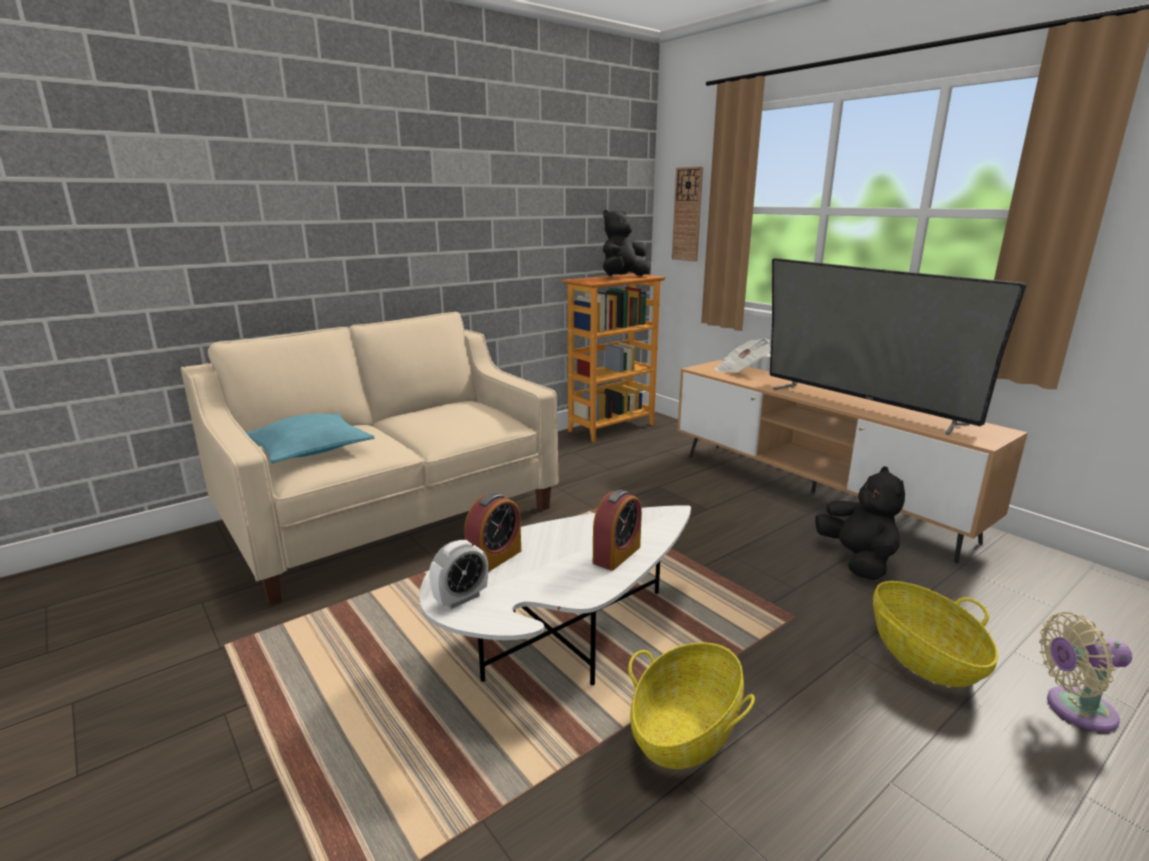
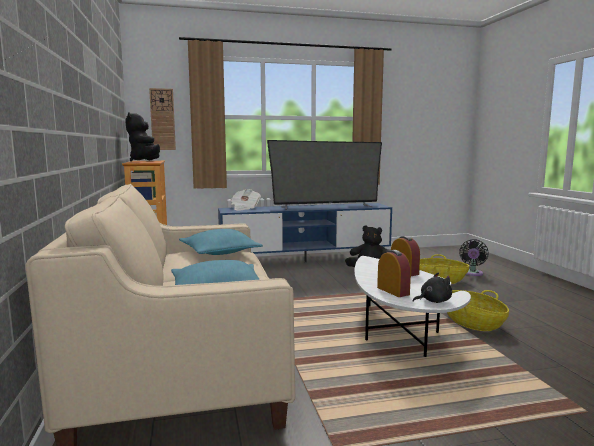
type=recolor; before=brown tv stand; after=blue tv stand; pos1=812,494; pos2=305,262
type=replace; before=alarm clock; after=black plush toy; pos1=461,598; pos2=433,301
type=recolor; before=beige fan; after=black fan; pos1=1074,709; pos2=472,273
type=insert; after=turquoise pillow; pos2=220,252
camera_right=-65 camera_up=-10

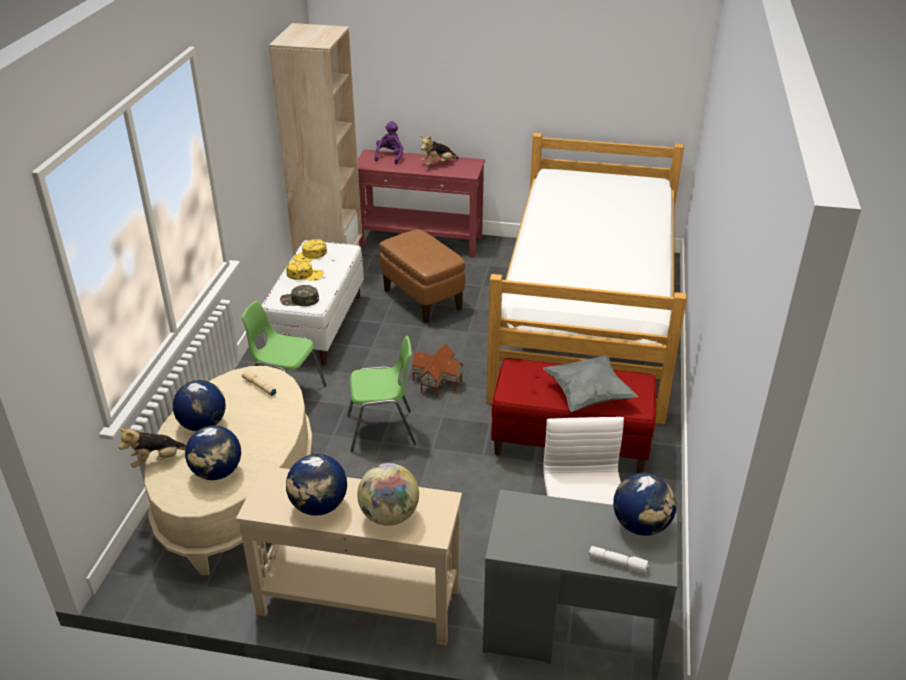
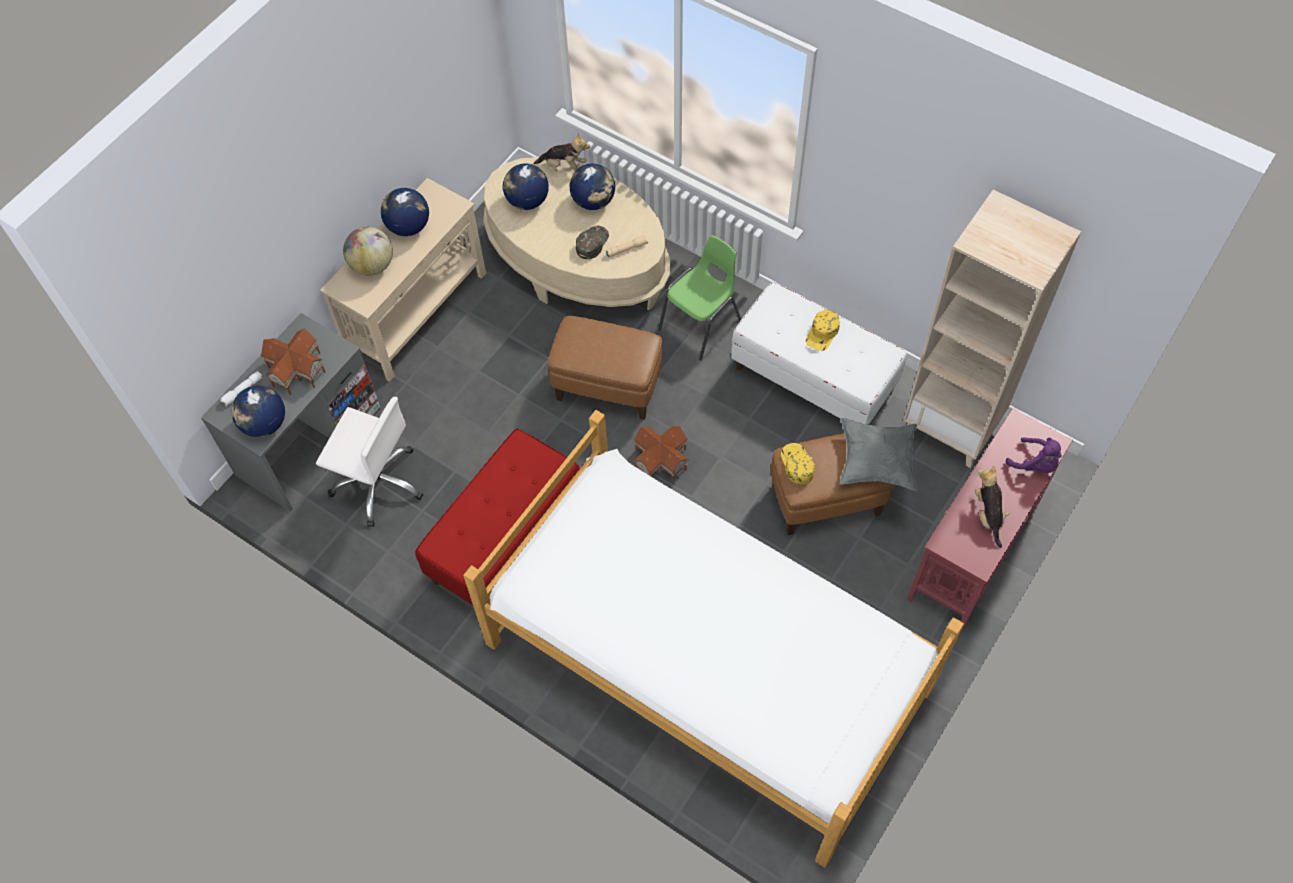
type=move; before=yellow cap; pos1=310,255; pos2=796,464
type=move; before=green cap; pos1=299,300; pos2=591,243
type=replace; before=green chair; after=brown ottoman; pos1=382,430; pos2=607,387
type=move; before=grey pillow; pos1=588,395; pos2=876,462
type=rotate; before=plush toy; pos1=157,460; pos2=564,167; turn=105
type=insert; after=toy house; pos2=298,369
camera_right=115 camera_up=25

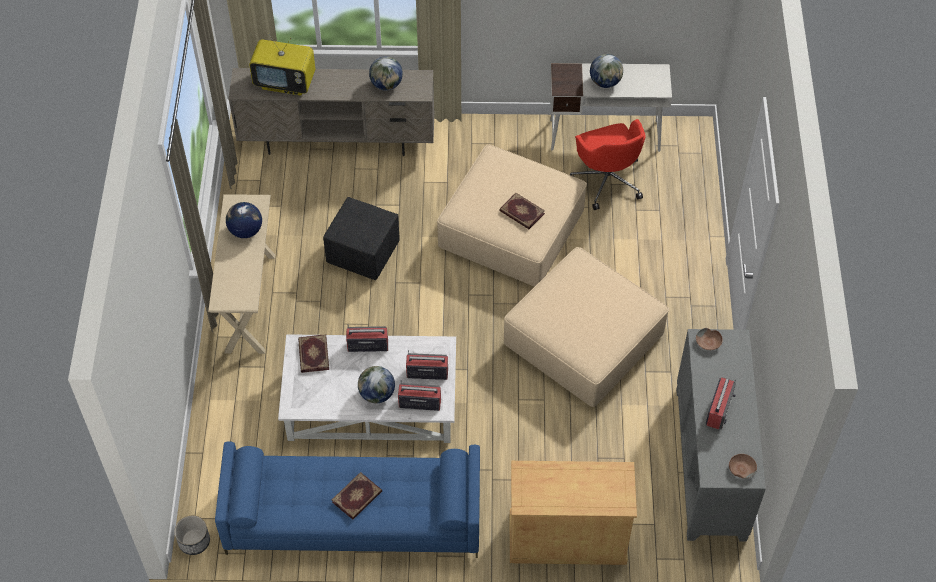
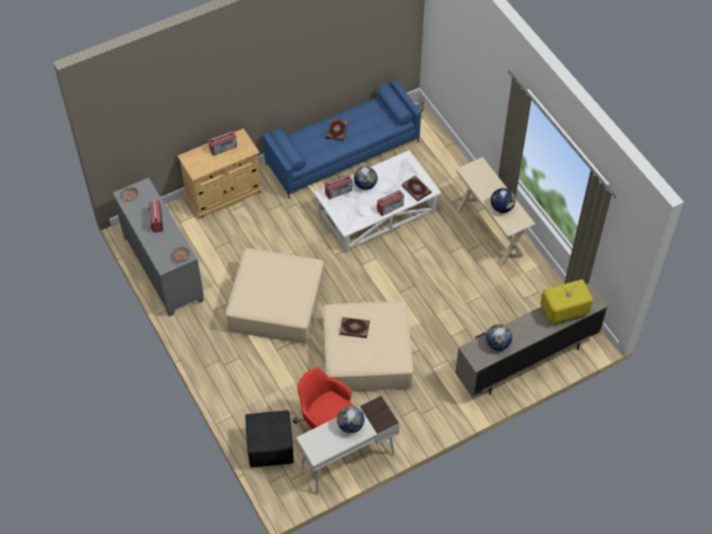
type=move; before=black ottoman; pos1=363,253; pos2=271,448
type=move; before=radio; pos1=426,373; pos2=224,148
camera_right=150 camera_up=0

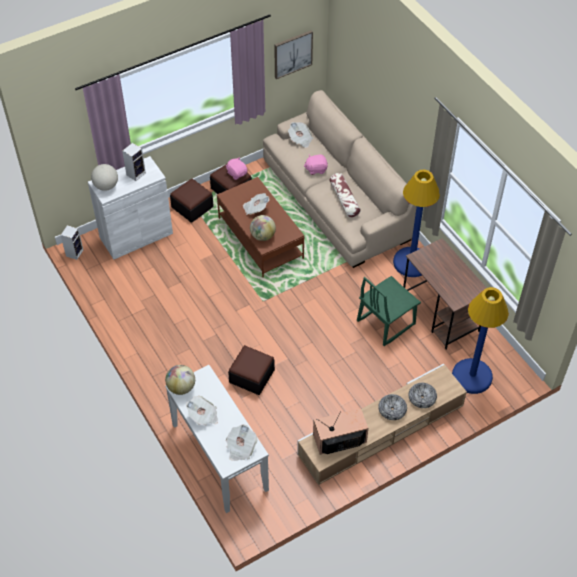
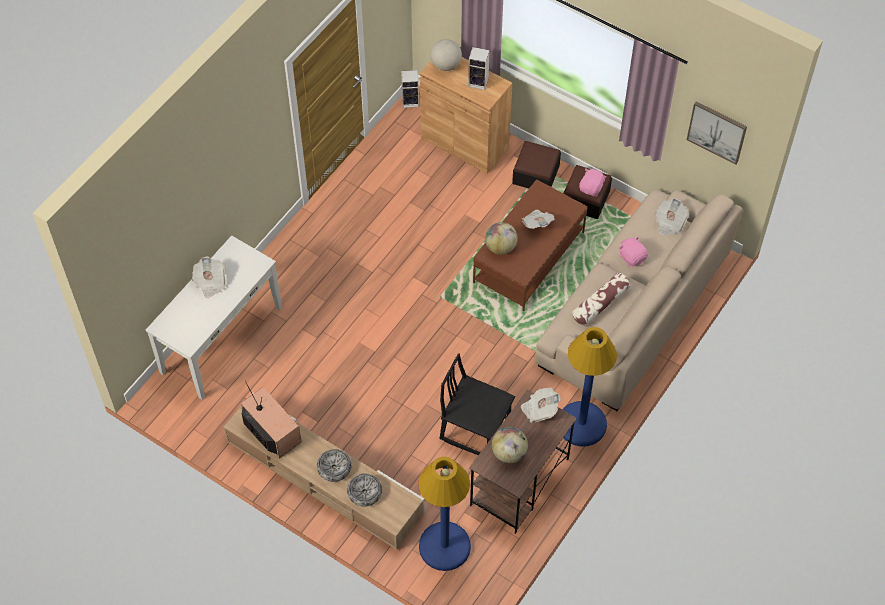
type=recolor; before=white cabinet; after=brown cabinet; pos1=136,235; pos2=464,143
type=recolor; before=green chair; after=black chair; pos1=385,322; pos2=475,428
type=delete; before=ottoman; pos1=252,376
type=move; before=globe; pos1=181,387; pos2=509,453
type=move; before=newspaper; pos1=240,448; pos2=539,409
camera_right=65 camera_up=5

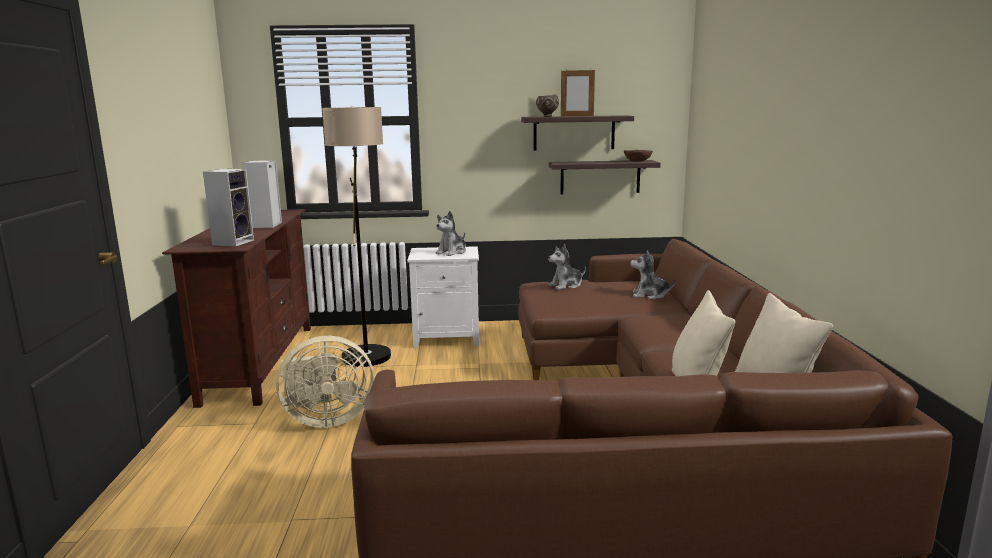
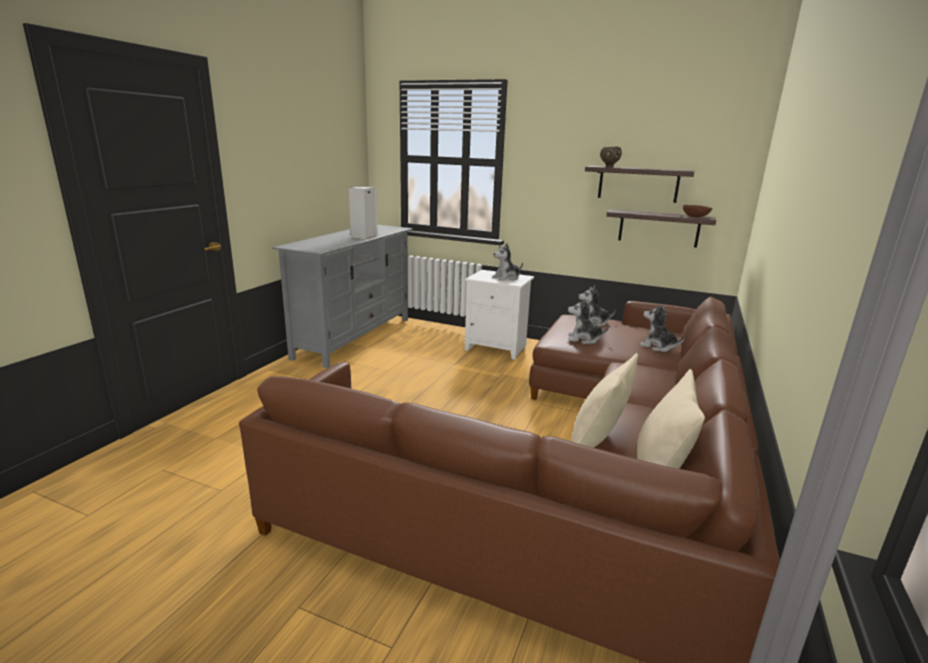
type=delete; before=picture frame; pos1=577,116
type=delete; before=floor lamp; pos1=367,350
type=delete; before=speaker; pos1=233,242
type=recolor; before=brown tv stand; after=grey tv stand; pos1=259,362; pos2=354,337
type=delete; before=beige fan; pos1=325,420
type=insert; after=plush toy; pos2=584,339
camera_right=25 camera_up=5

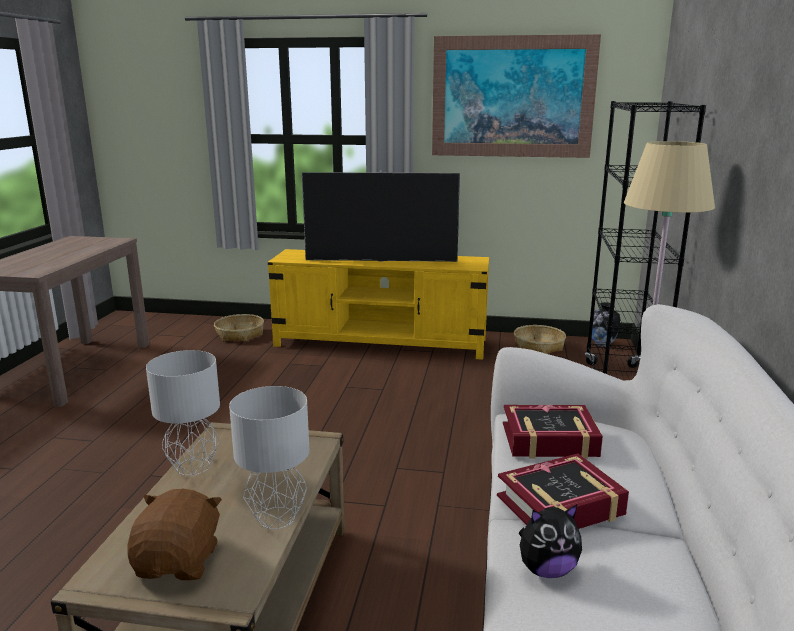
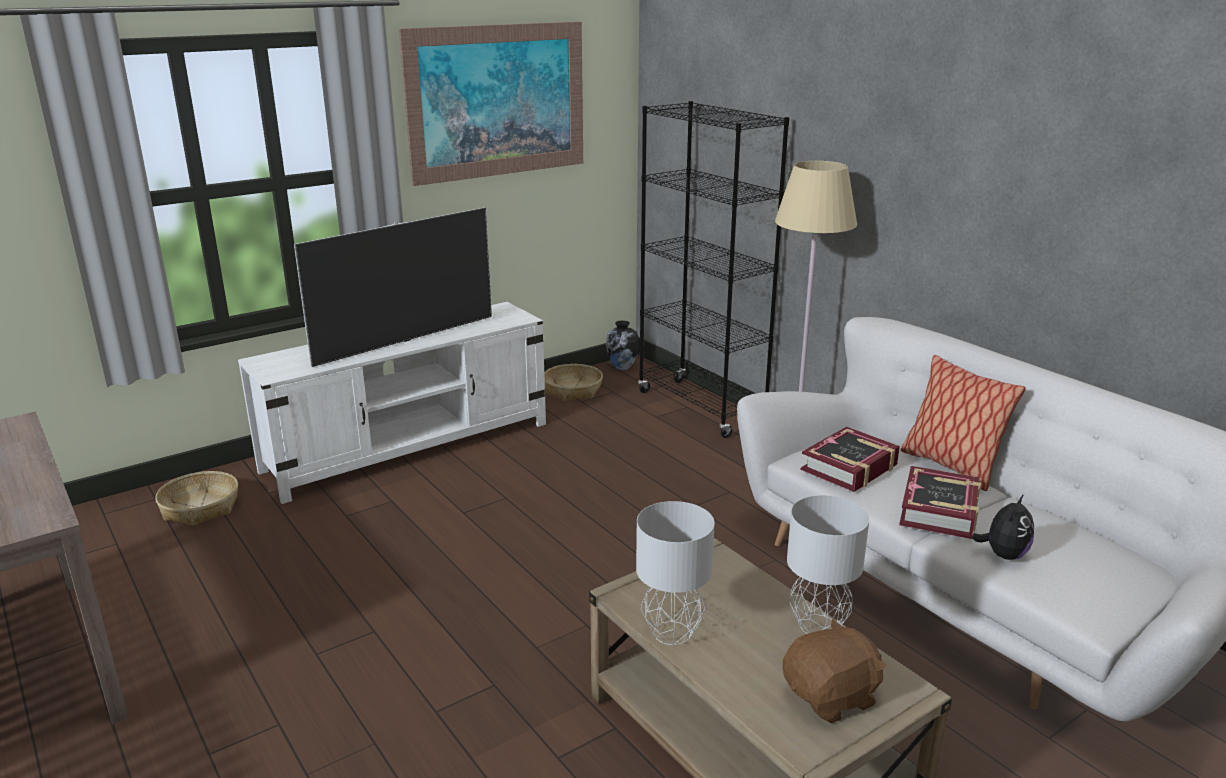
type=recolor; before=yellow tv stand; after=white tv stand; pos1=381,343; pos2=410,447
type=rotate; before=brown plush toy; pos1=179,562; pos2=831,697; turn=105
type=insert; after=pillow; pos2=950,466
camera_right=-45 camera_up=5

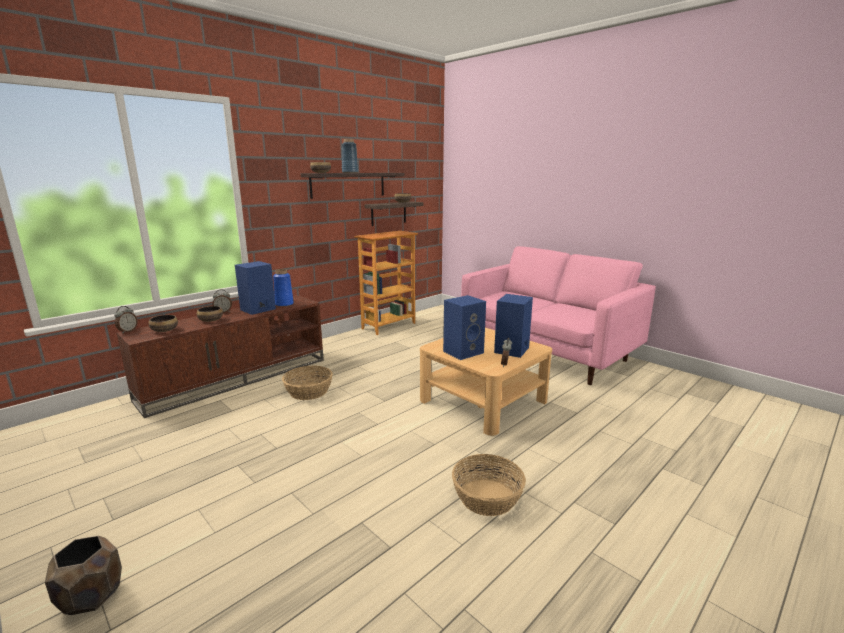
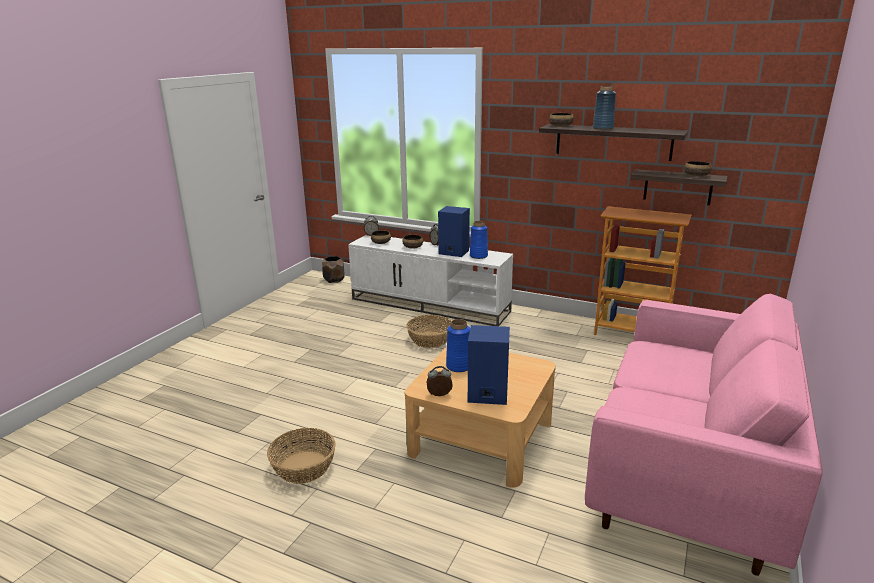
type=replace; before=blue speaker; after=blue vase; pos1=463,351; pos2=459,366
type=recolor; before=brown tv stand; after=white tv stand; pos1=237,378; pos2=430,305
type=move; before=brown planter; pos1=91,596; pos2=334,280
camera_right=70 camera_up=5

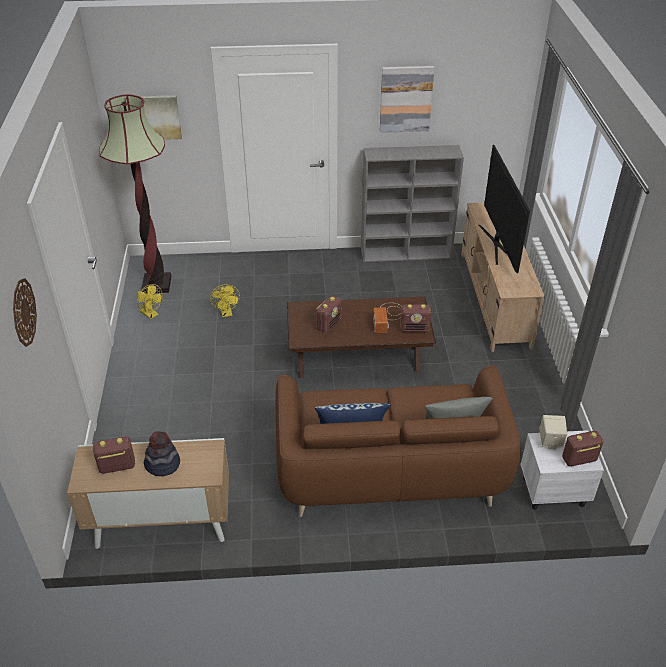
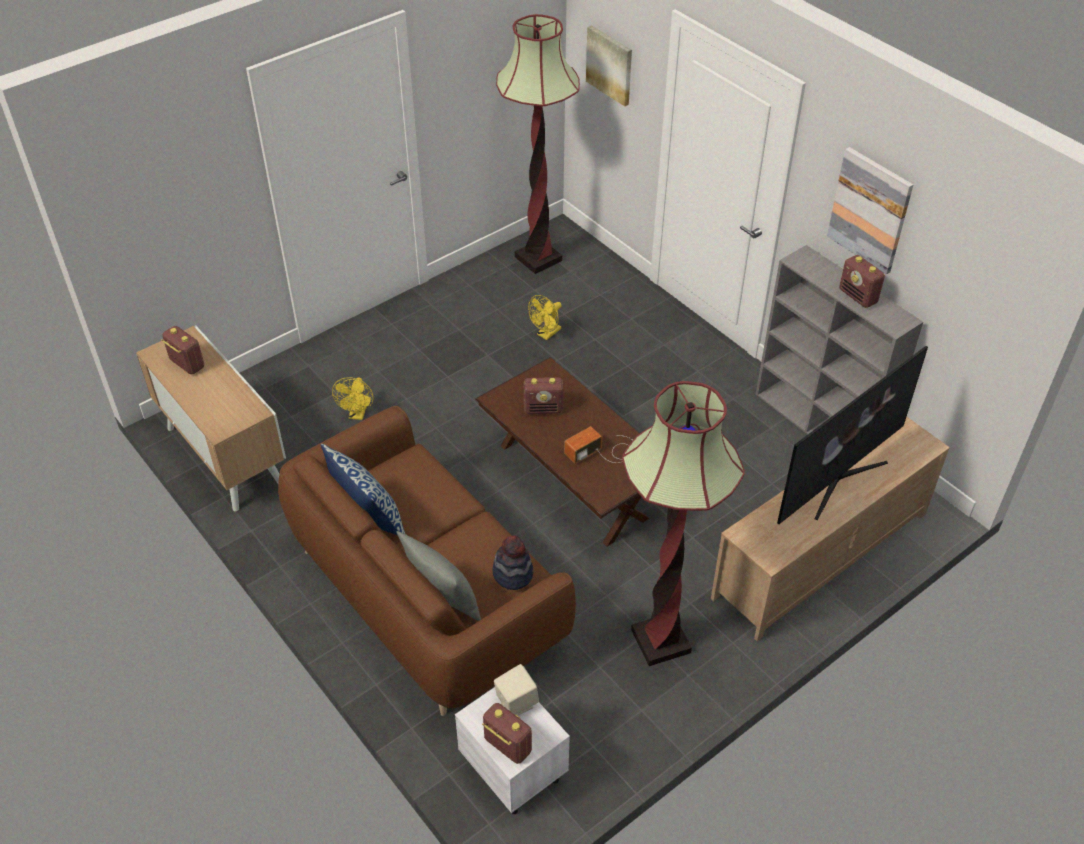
type=delete; before=wall clock; pos1=23,312
type=move; before=yellow fan; pos1=151,314; pos2=357,414
type=move; before=radio; pos1=415,329; pos2=858,297
type=move; before=hat; pos1=162,464; pos2=513,573
type=insert; after=floor lamp; pos2=660,641
camera_right=55 camera_up=5

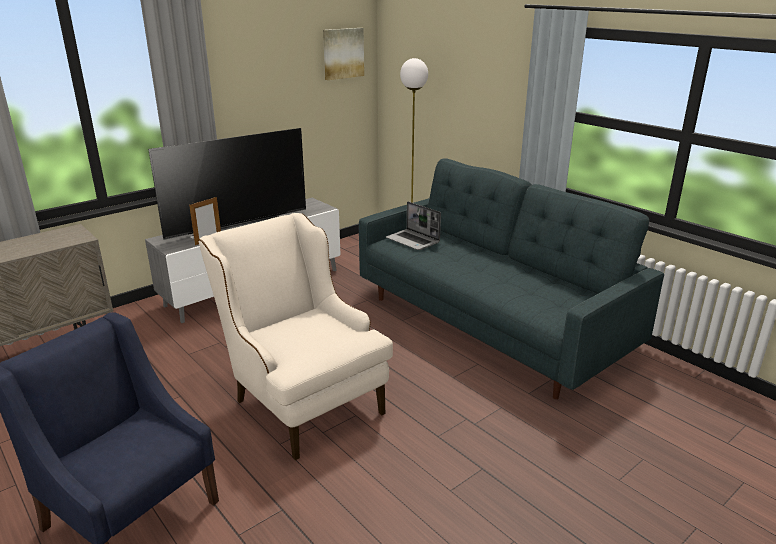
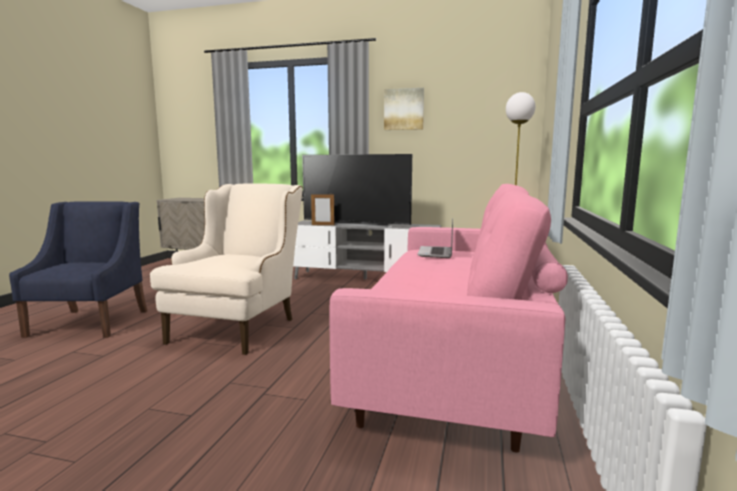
type=move; before=picture; pos1=343,53; pos2=404,109
type=recolor; before=grey sofa; after=pink sofa; pos1=490,325; pos2=453,357
camera_right=55 camera_up=-15

